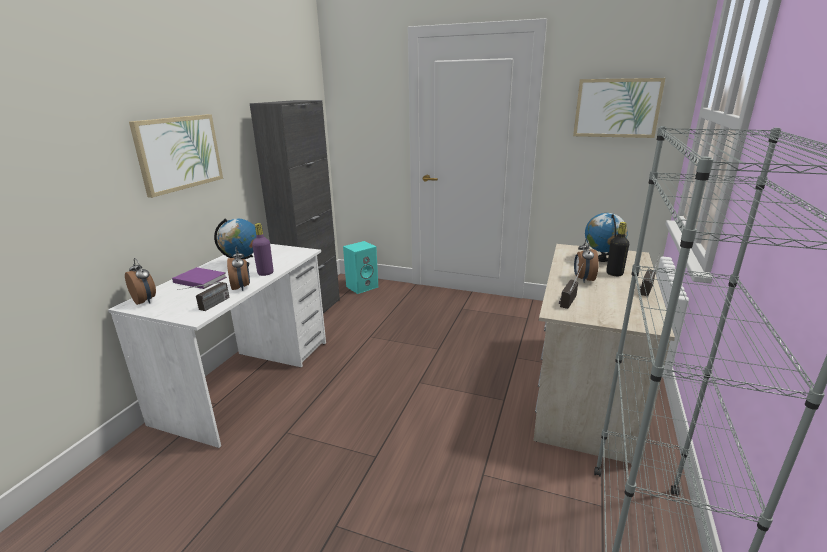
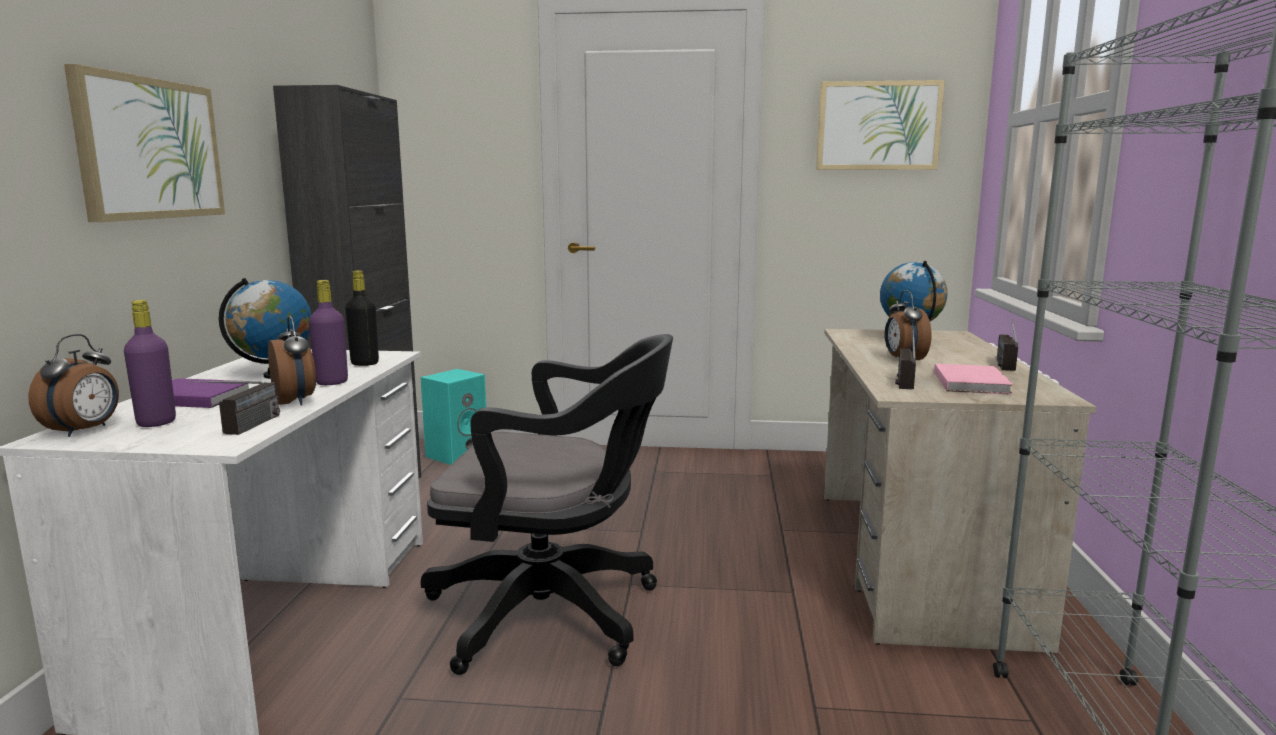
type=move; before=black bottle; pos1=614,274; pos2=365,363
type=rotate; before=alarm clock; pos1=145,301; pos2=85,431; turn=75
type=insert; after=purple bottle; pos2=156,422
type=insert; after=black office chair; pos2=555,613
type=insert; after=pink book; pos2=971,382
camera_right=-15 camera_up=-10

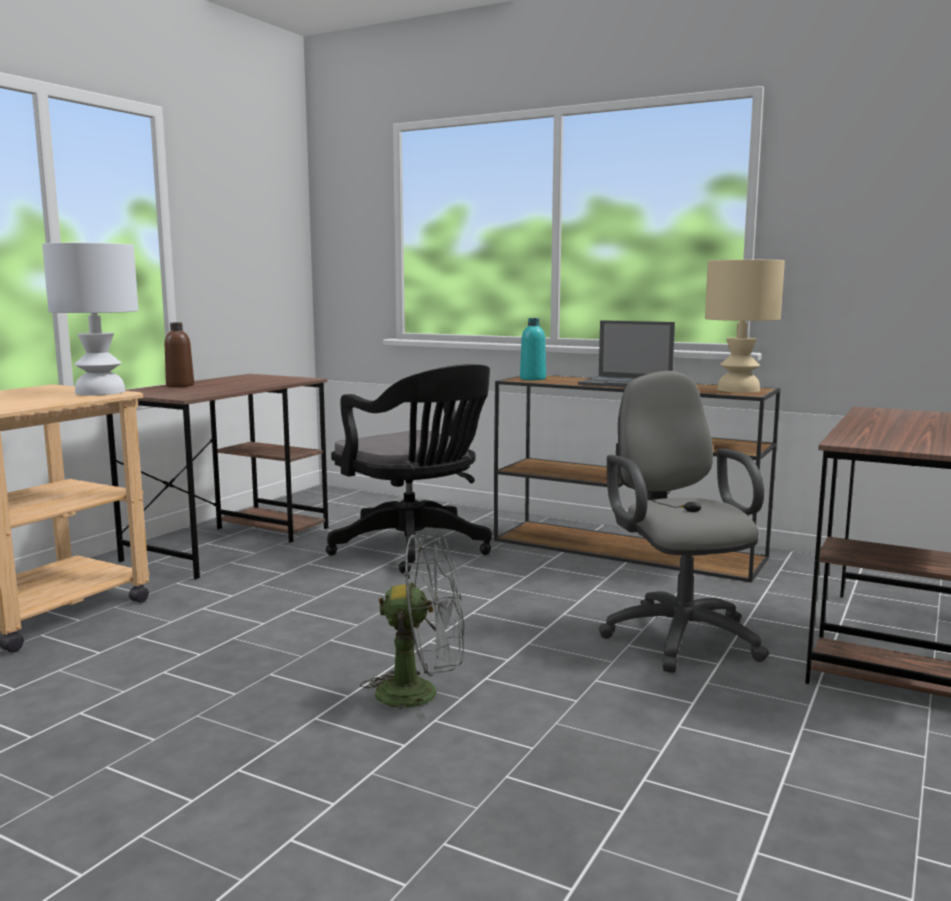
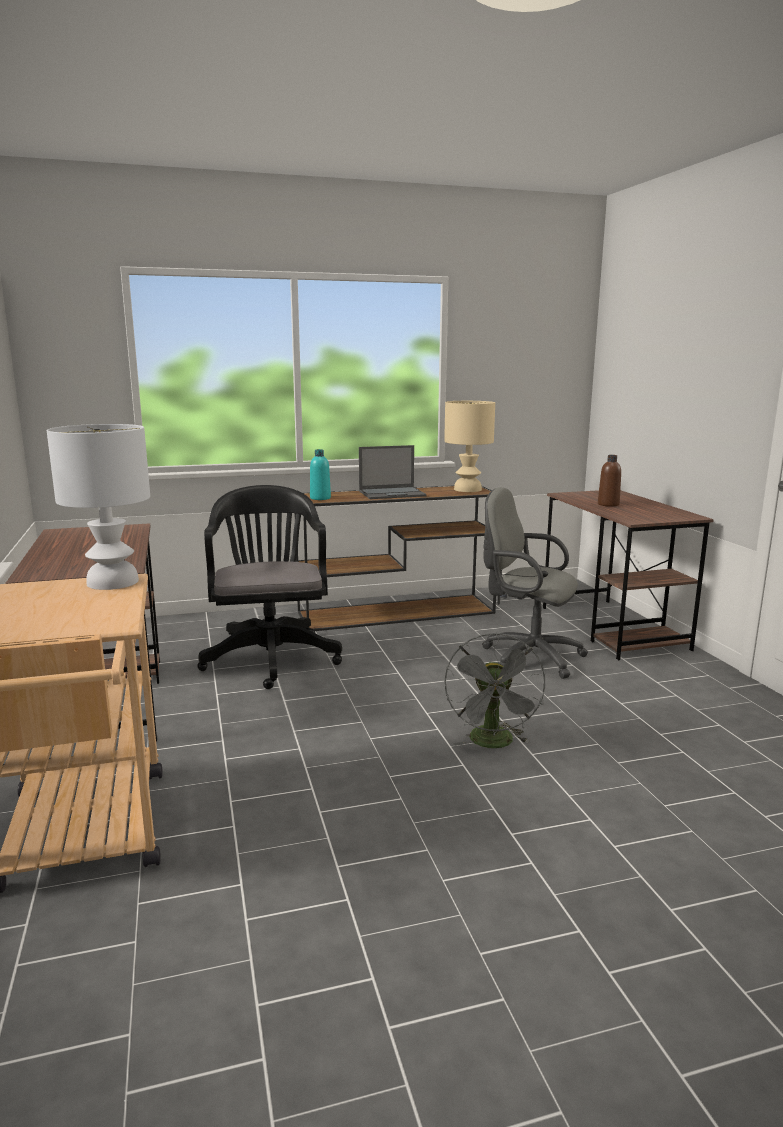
type=move; before=brown bottle; pos1=180,385; pos2=608,504
type=rotate; before=black office chair; pos1=415,549; pos2=271,656; turn=-105
type=rotate; before=grey fan; pos1=421,693; pos2=494,744; turn=135
camera_right=-45 camera_up=5

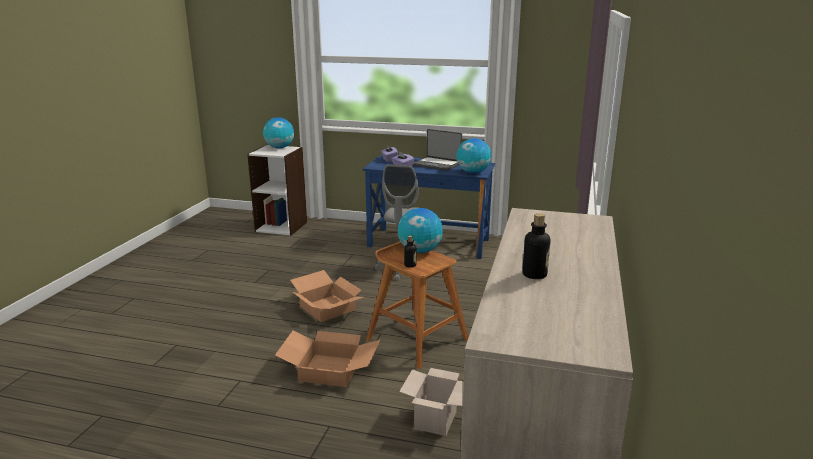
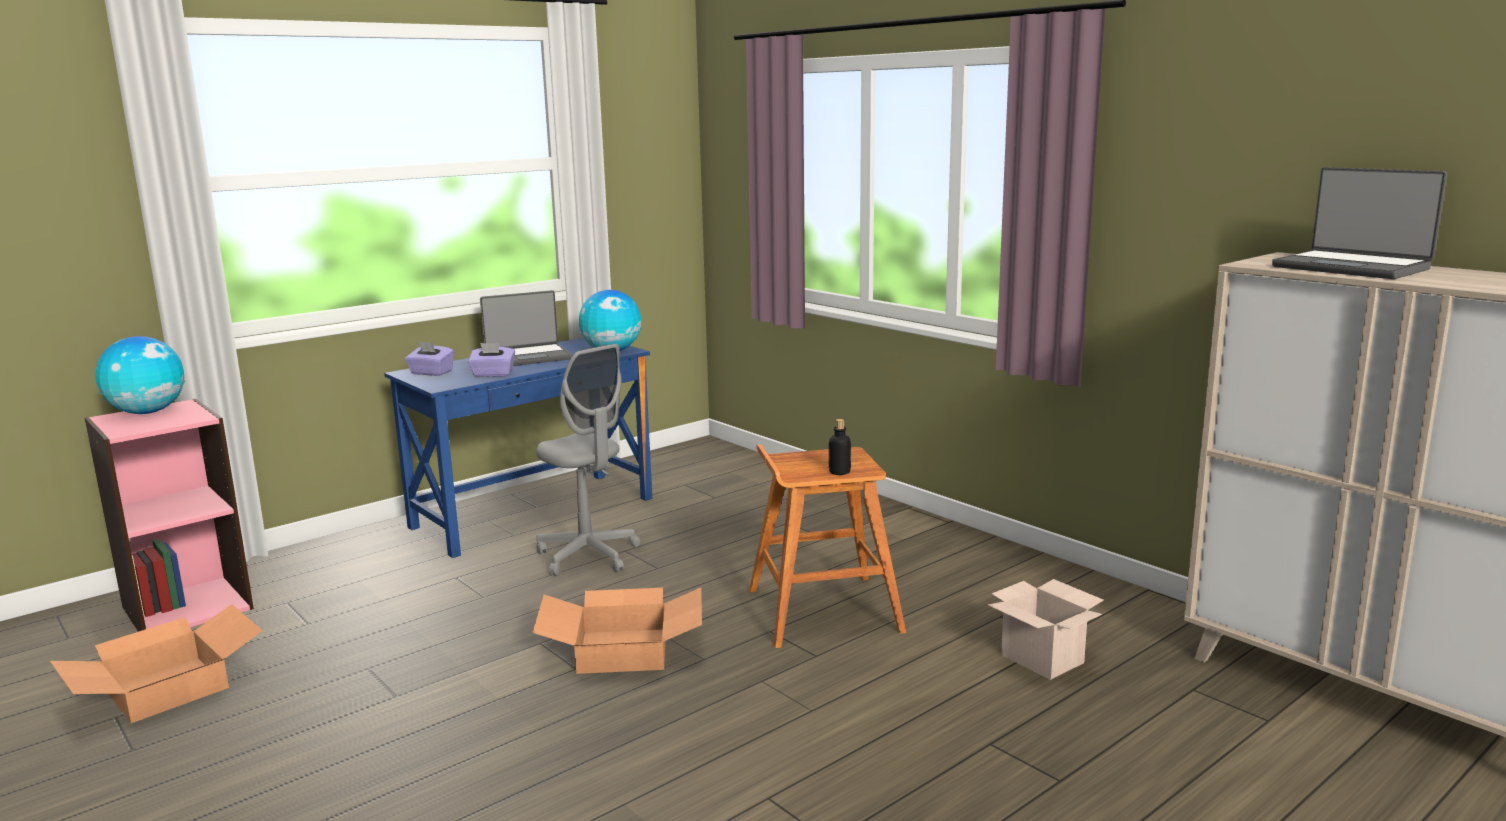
type=recolor; before=white bookcase; after=pink bookcase; pos1=282,226; pos2=187,607
type=delete; before=globe; pos1=420,251
type=delete; before=bottle; pos1=534,275
type=move; before=cardboard box; pos1=328,370; pos2=166,690
type=insert; after=laptop; pos2=1352,268
camera_right=-55 camera_up=-5

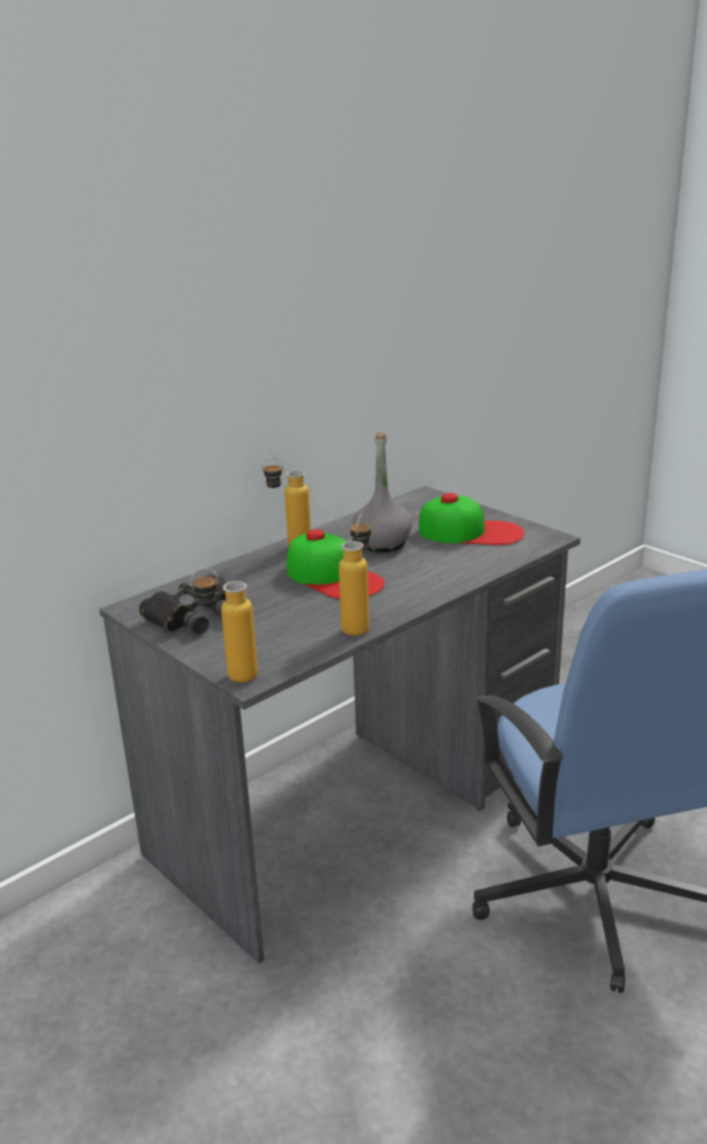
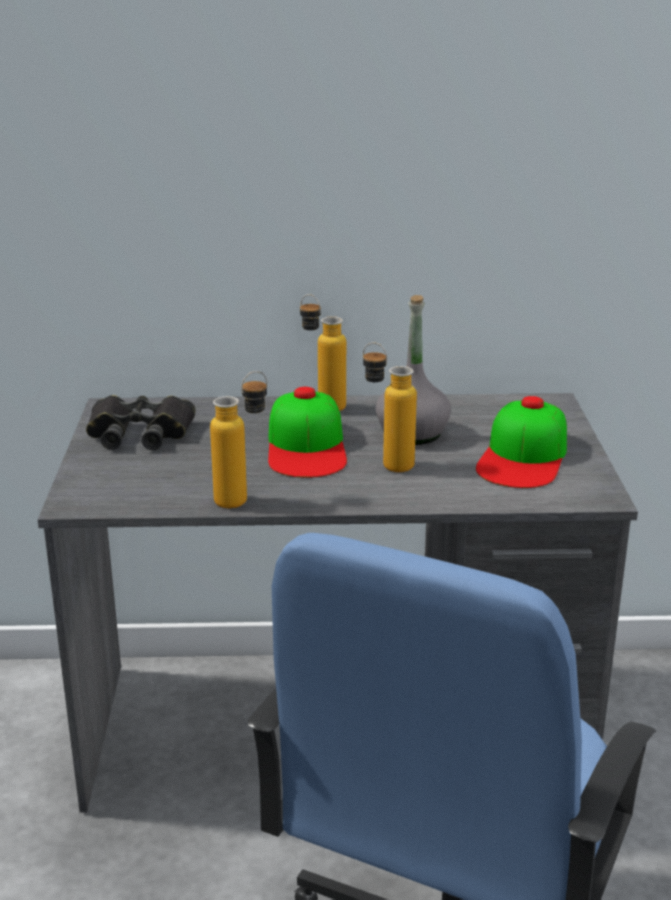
type=rotate; before=cap; pos1=471,532; pos2=523,457; turn=60
type=move; before=bottle; pos1=230,677; pos2=386,463
camera_right=40 camera_up=0

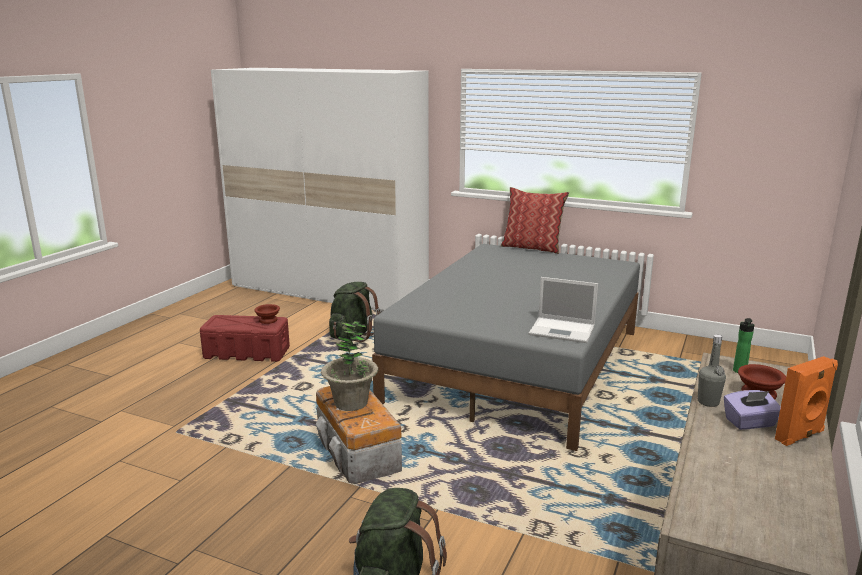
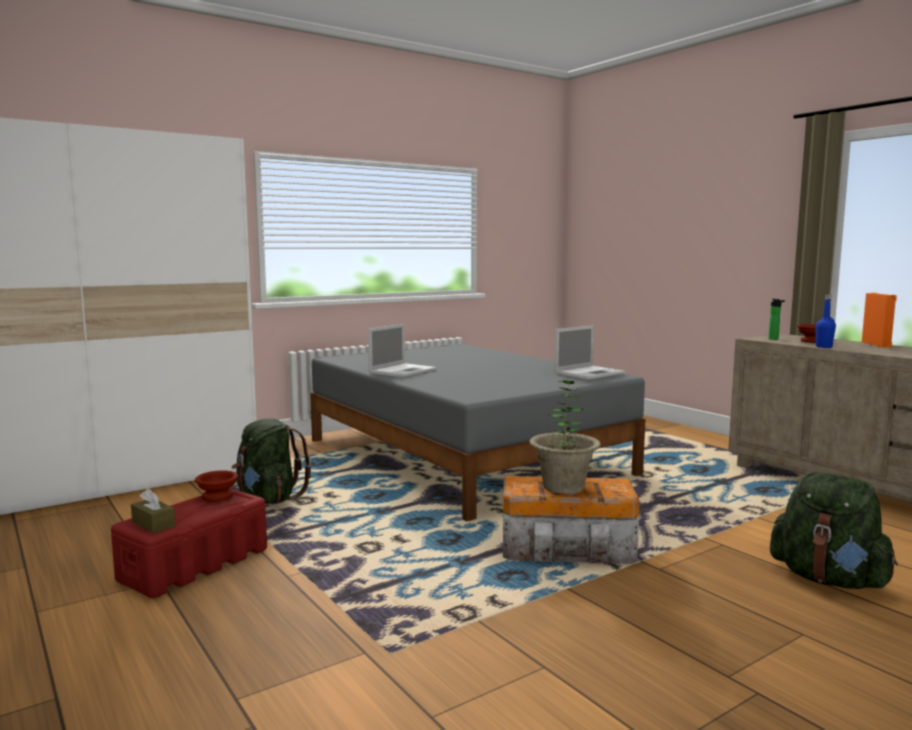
type=delete; before=pillow; pos1=532,248
type=recolor; before=grey bottle; after=blue bottle; pos1=708,402; pos2=823,347
type=delete; before=purple tissue box; pos1=750,423
type=insert; after=laptop; pos2=403,371
type=insert; after=brown tissue box; pos2=153,524
camera_right=-60 camera_up=-10

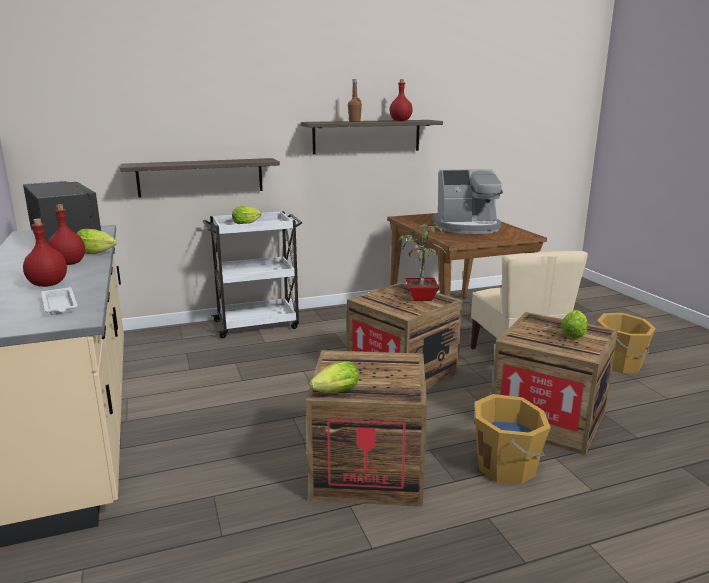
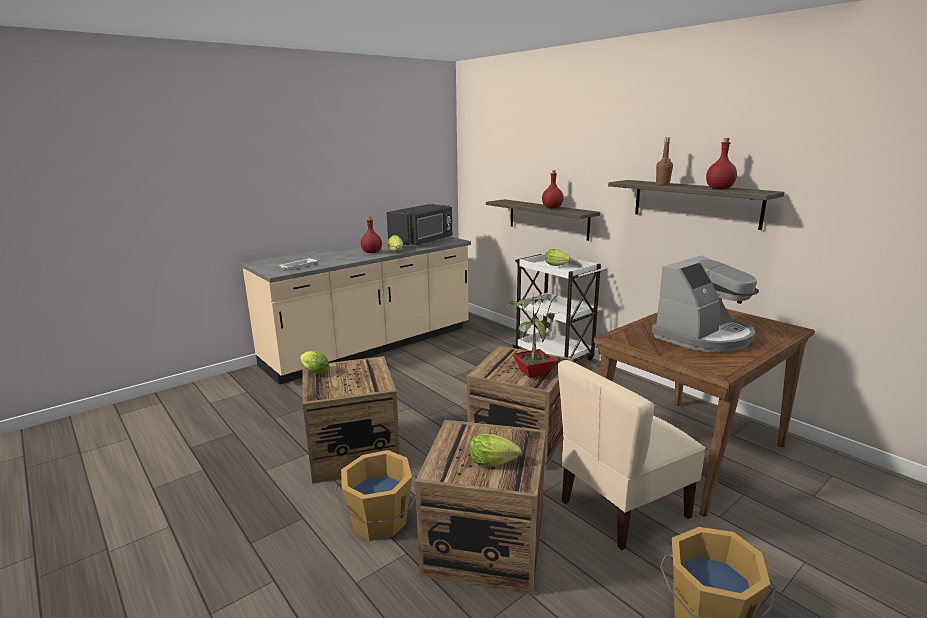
type=rotate; before=coffee machine; pos1=467,227; pos2=703,336; turn=-105
type=move; before=red bottle; pos1=48,284; pos2=552,208
camera_right=70 camera_up=0

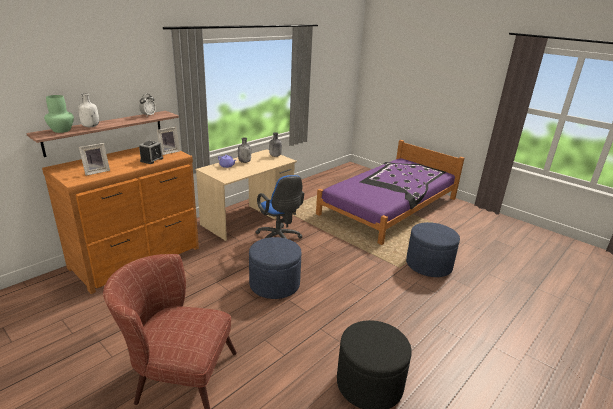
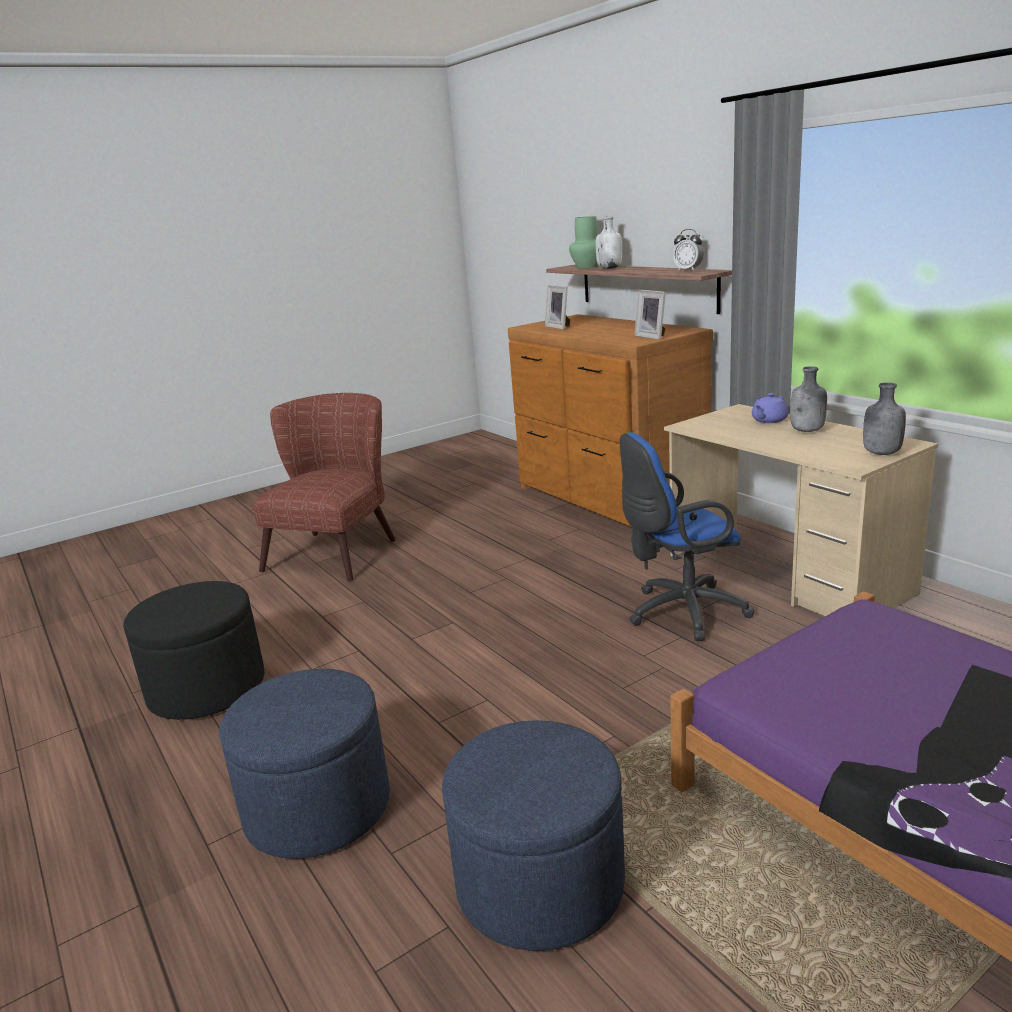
type=delete; before=alarm clock; pos1=152,160
type=move; before=blue ottoman; pos1=274,284; pos2=318,807
camera_right=105 camera_up=-5

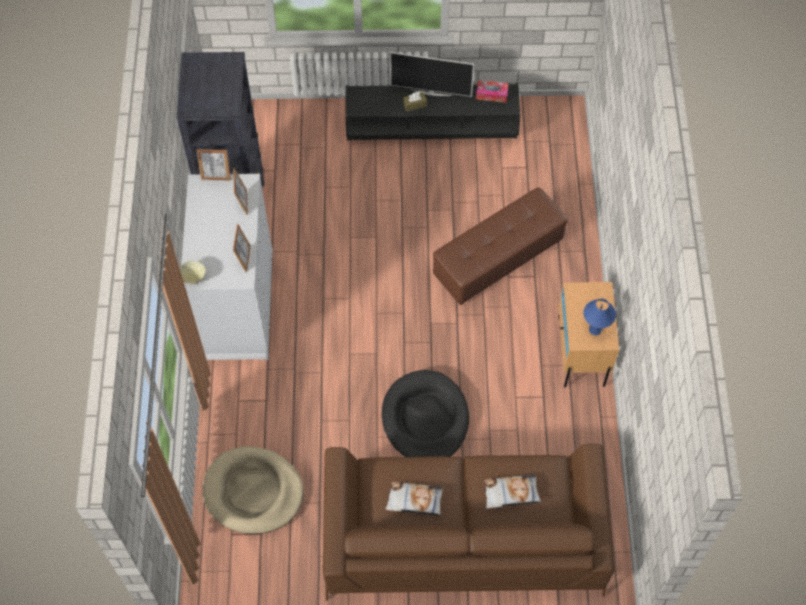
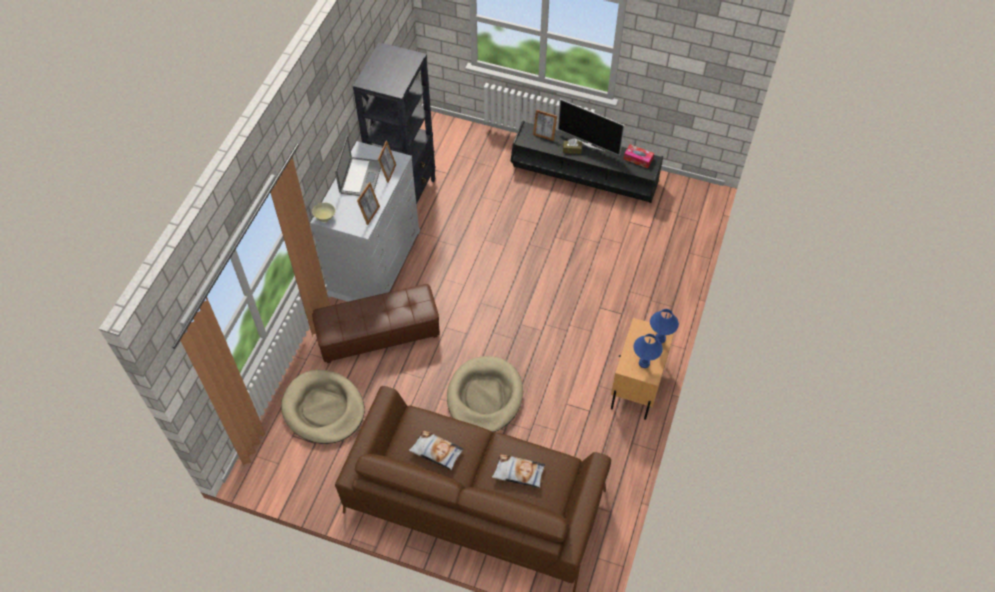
type=move; before=picture frame; pos1=216,176; pos2=544,135
type=move; before=brown ottoman; pos1=498,257; pos2=379,334
type=recolor; before=black dog bed; after=beige dog bed; pos1=425,418; pos2=484,397
type=insert; after=laptop; pos2=361,177
type=insert; after=blue table lamp; pos2=660,338
camera_right=20 camera_up=-5

